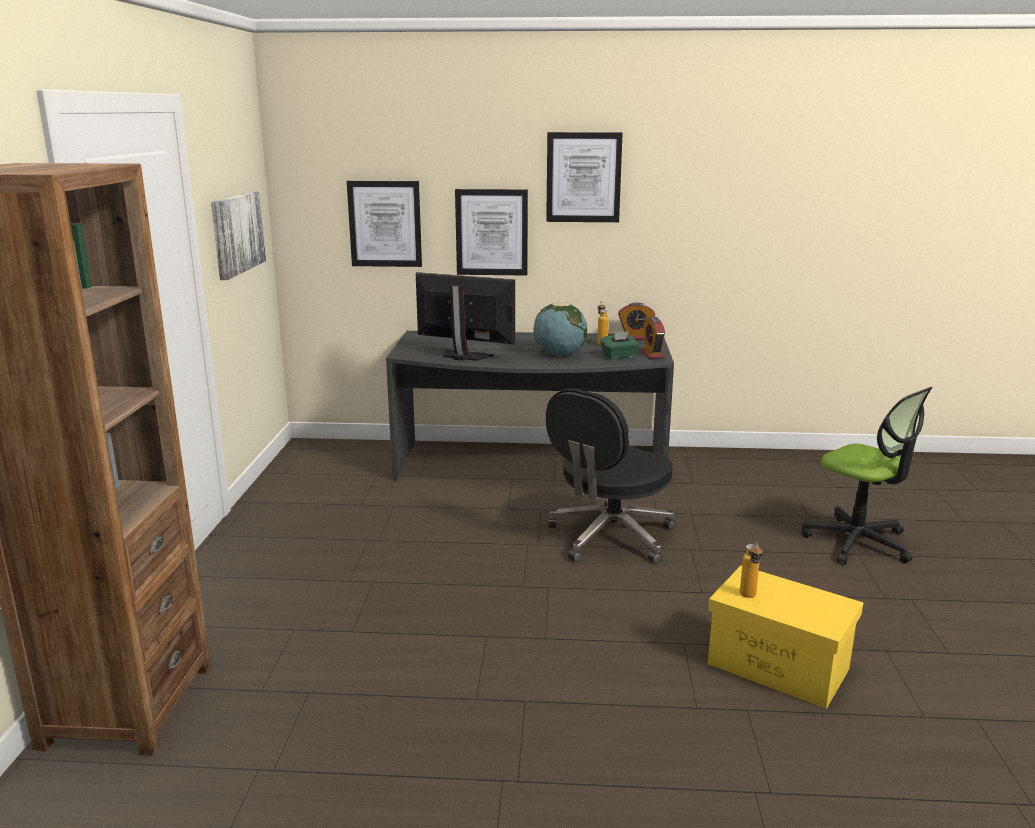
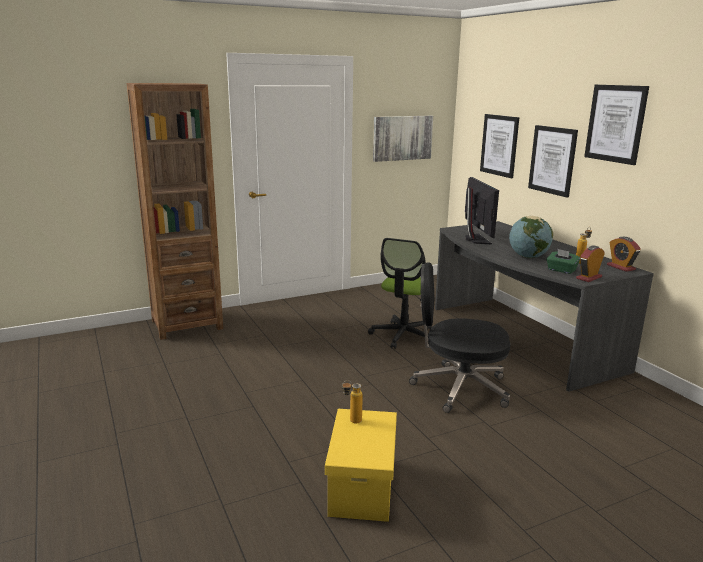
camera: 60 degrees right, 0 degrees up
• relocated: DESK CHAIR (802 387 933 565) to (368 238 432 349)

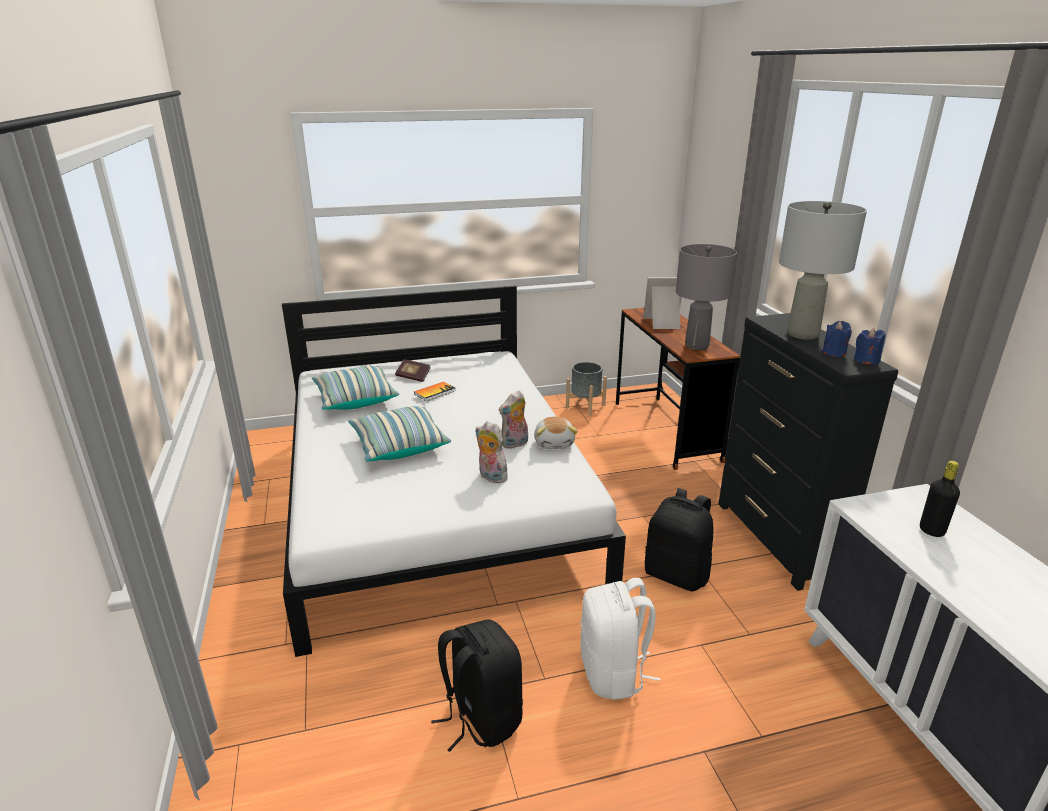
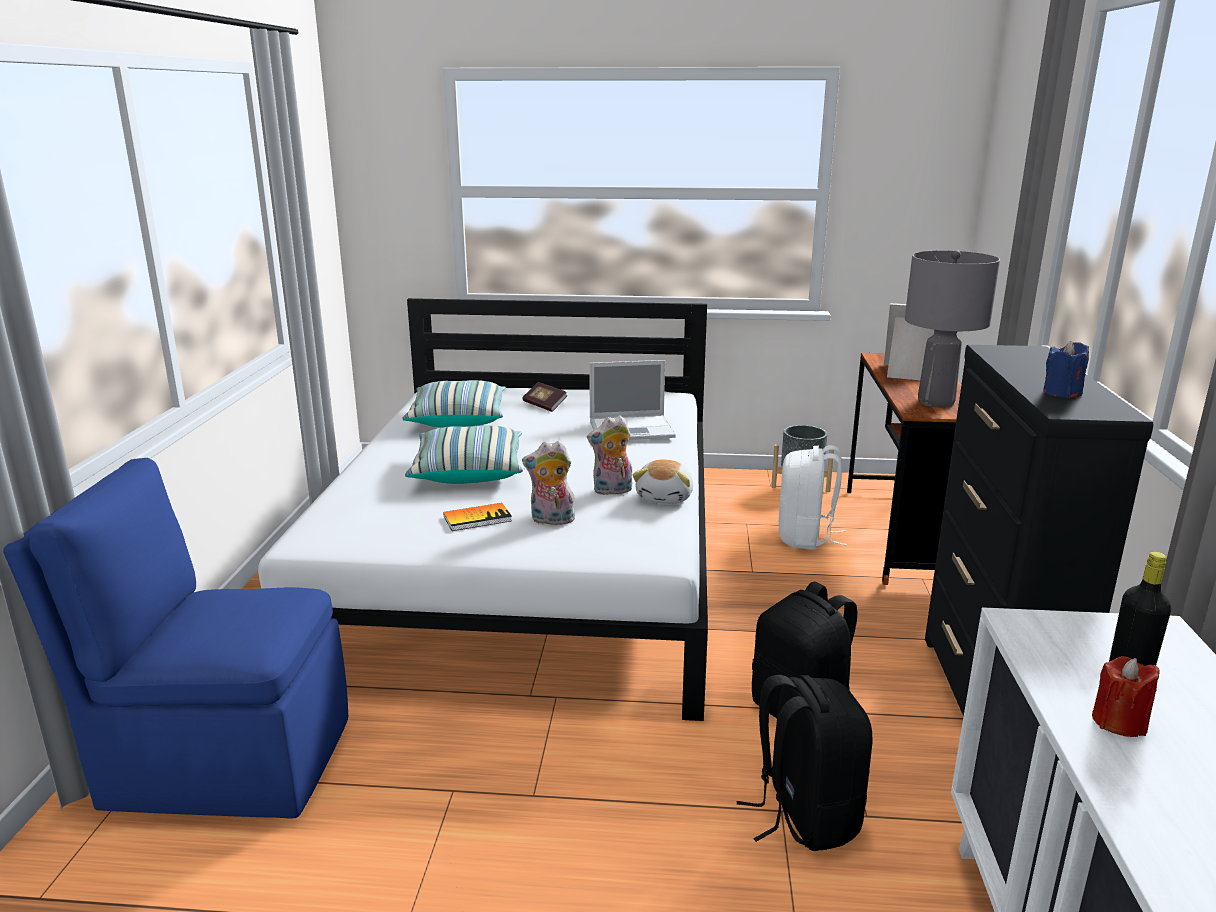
camera: 20 degrees right, 5 degrees down
• relocated: BOUND BOOK (414 382 456 401) to (443 503 512 531)
• relocated: BLACK-COLOURED RUCKSACK (431 620 523 752) to (737 675 872 851)
• spun: CUDDLY TOY (476 421 508 483) = (522 441 577 525) 60 degrees counterclockwise
• relocated: WHITISH RUCKSACK (580 578 660 700) to (779 445 847 550)
• missing: GREY LAMP FOR A TABLE (779 201 867 340)
• missing: BLUE-COLOURED CANDLE (854 328 886 364)
• appeared: BLUE-COLOURED UPRIGHT CHAIR (3 458 348 819)
• appeared: NOTEBOOK COMPUTER (589 360 676 440)
• appeared: REDDISH CANDLE (1092 656 1160 737)

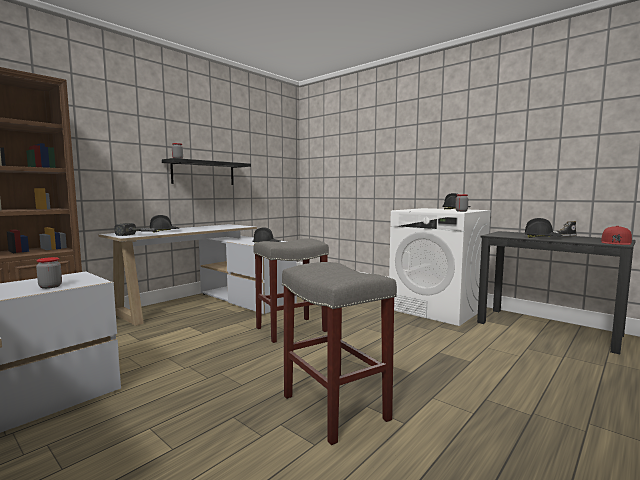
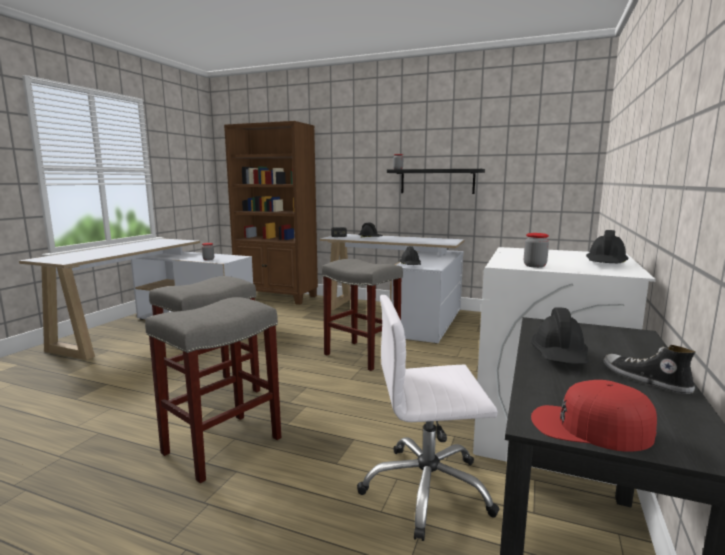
camera: 70 degrees right, 5 degrees up
• appeared: GREY STOOL SEAT (145 297 281 483)
• appeared: WHITISH DESK CHAIR (357 295 500 541)

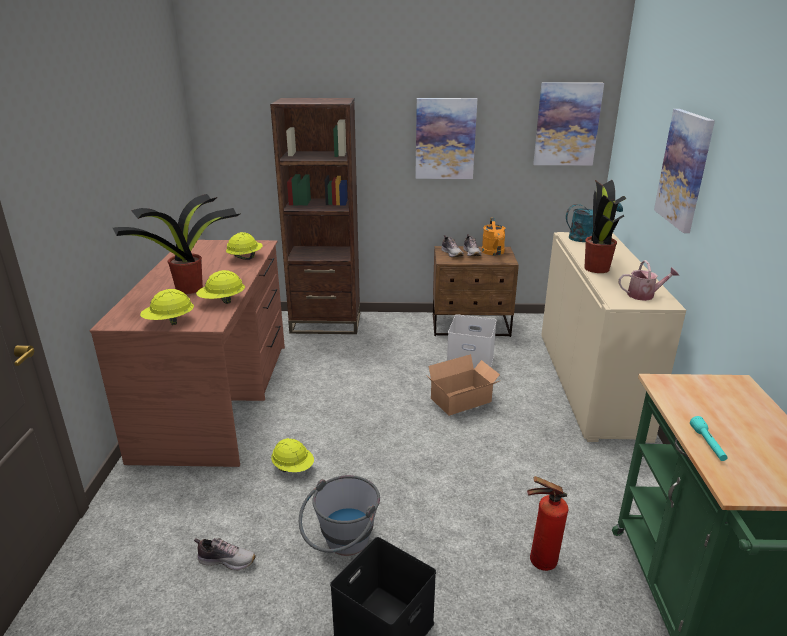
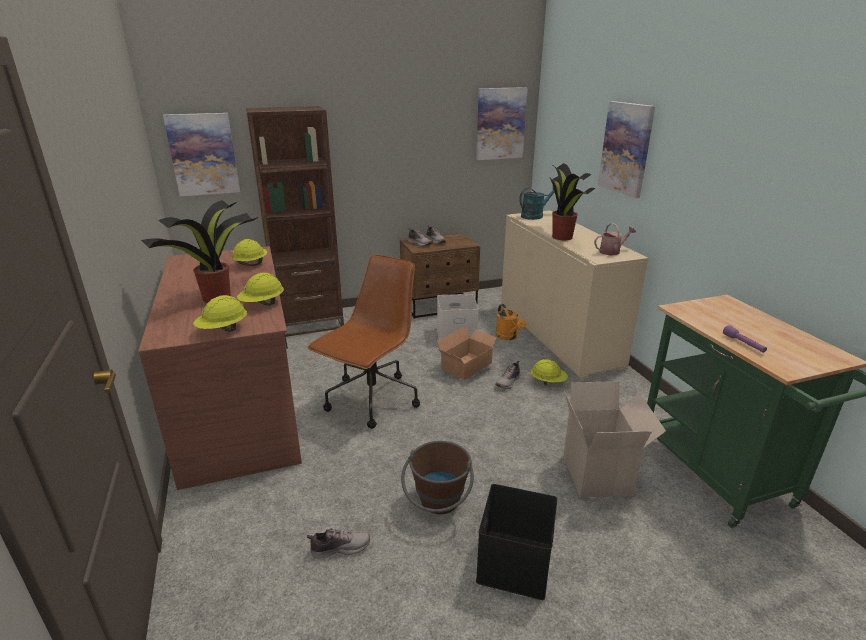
camera: 20 degrees left, 0 degrees up
• relocated: YELLOW-COLOURED SAFETY HELMET (271 438 314 472) to (531 359 568 386)
• colour: GREY BUCKET (299 475 380 556) to BROWNISH BUCKET (401 441 474 514)
• relocated: WALL PICTURE (415 98 477 179) to (163 113 240 196)
• relocated: ORANGE WATERING POT (482 218 506 255) to (496 304 526 340)
• exchanged: EXTINGUISHER (527 476 568 571) to PACKING BOX (564 381 666 498)
• colour: TURQUOISE-COLOURED HAND TORCH (690 416 728 461) to PURPLE-COLOURED HAND TORCH (723 325 767 353)
• appeared: BROWNISH DESK CHAIR (307 254 420 429)
• appeared: ITEM OF FOOTWEAR (495 360 520 389)

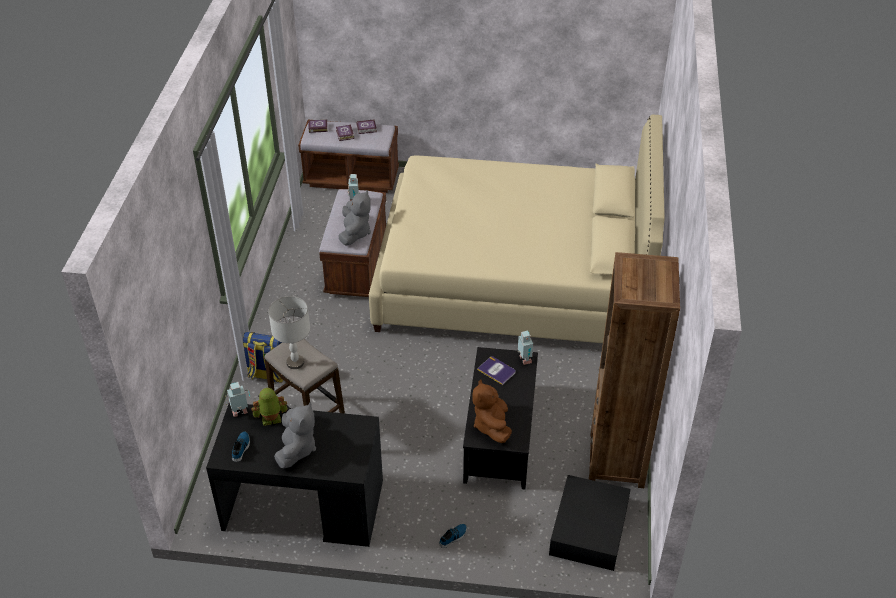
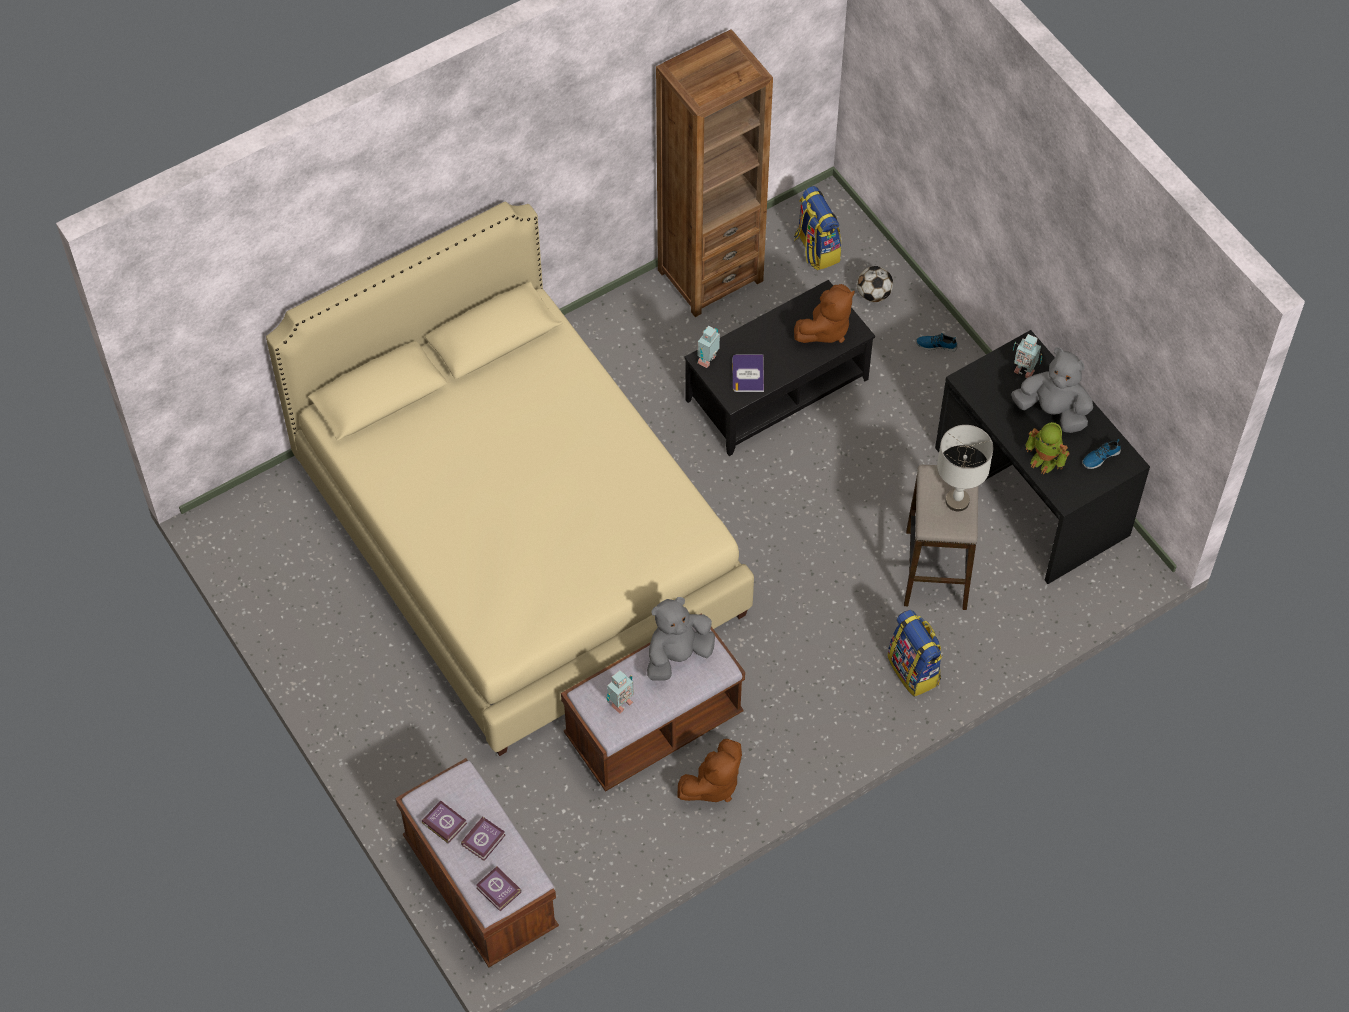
camera: 130 degrees left, 15 degrees up
• relocated: MODEL ROBOT (225 382 250 417) to (1013 334 1042 378)
• spun: GREY CUDDLY TOY (274 402 316 468) = (1011 348 1093 433) 60 degrees clockwise
• exchanged: BLACK-COLOURED STORAGE BOX (549 475 631 571) to RUCKSACK (794 186 841 270)
• appeared: BROWNISH CUDDLY TOY (677 739 742 802)
• appeared: FOOTBALL (857 266 893 302)

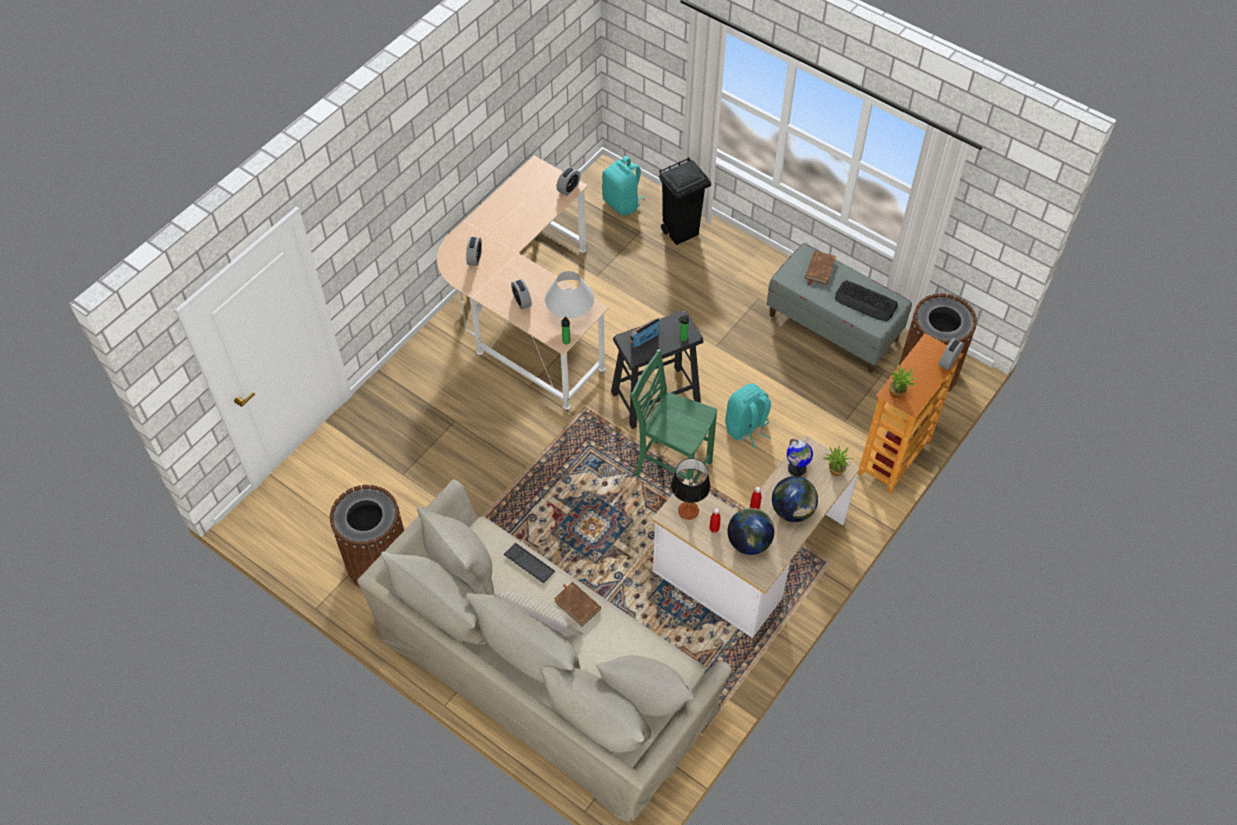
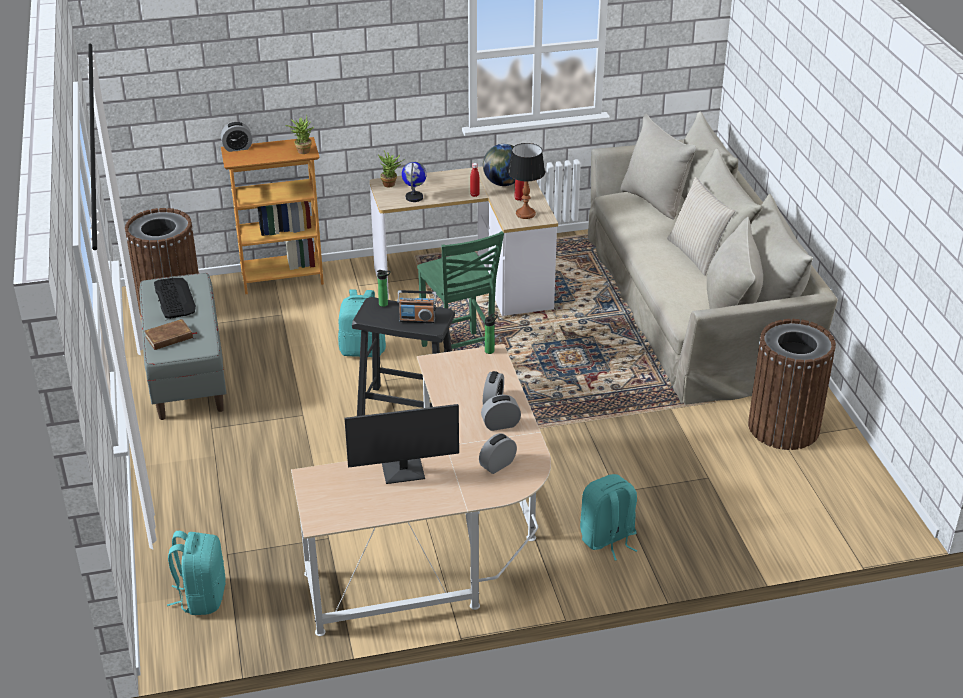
camera: 140 degrees left, 20 degrees down
• missing: PC KEYBOARD (504 543 555 583)
• missing: WHITISH LAMP FOR A TABLE (545 271 594 319)
• missing: BROWNISH BOUND BOOK (554 582 601 627)
• relocated: ALARM CLOCK (556 167 580 196) to (481 395 521 431)
• missing: BLACK-COLOURED TRASH CAN (659 157 711 245)
• missing: WORLD GLOBE (772 476 818 522)
• appeared: COMPUTER DISPLAY (344 404 459 484)
• appeared: TURQUOISE-COLOURED RUCKSACK (580 474 638 561)

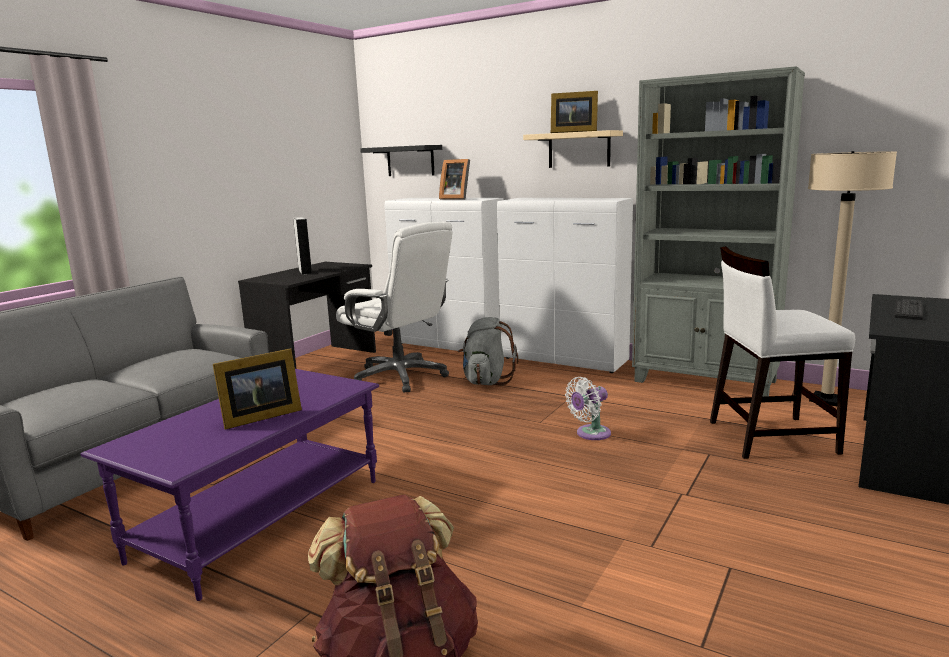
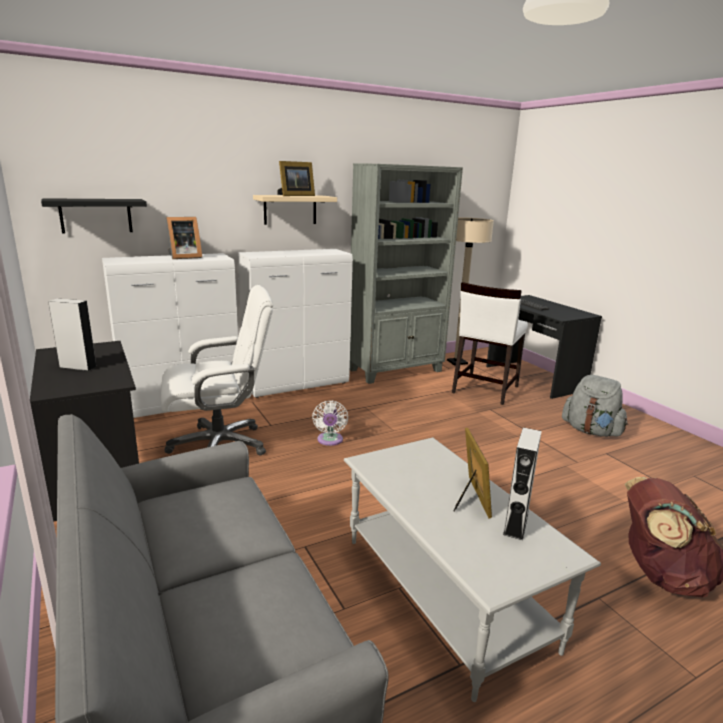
camera: 60 degrees left, 5 degrees up
• colour: PURPLE-COLOURED LOUNGE TABLE (80 369 379 601) to GREY LOUNGE TABLE (344 437 601 702)
• relocated: GREY RUCKSACK (458 317 518 385) to (562 375 628 437)
• relocated: WHITISH ELECTRIC FAN (565 377 611 440) to (312 400 348 446)
• appeared: GREY LOUDSPEAKER (503 427 542 540)

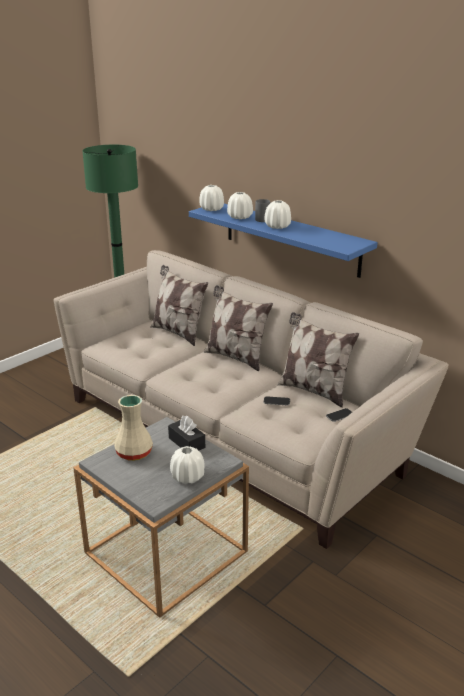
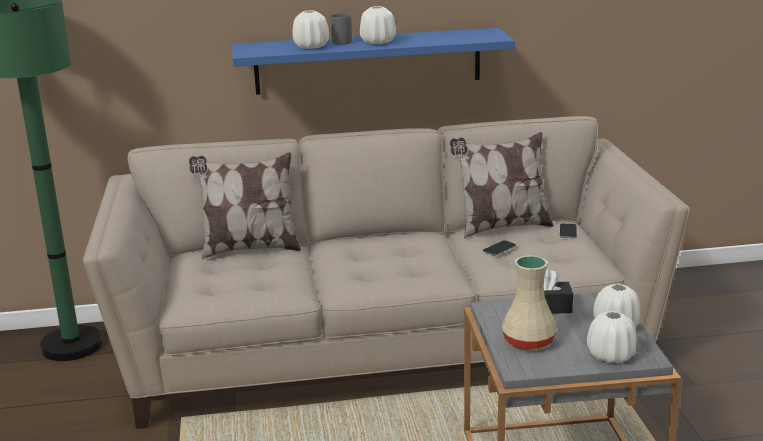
camera: 50 degrees left, 5 degrees down
• relocated: WHITISH DECORATIVE VASE (199 185 224 211) to (587 311 636 363)
• missing: CUSHION (204 285 273 371)

